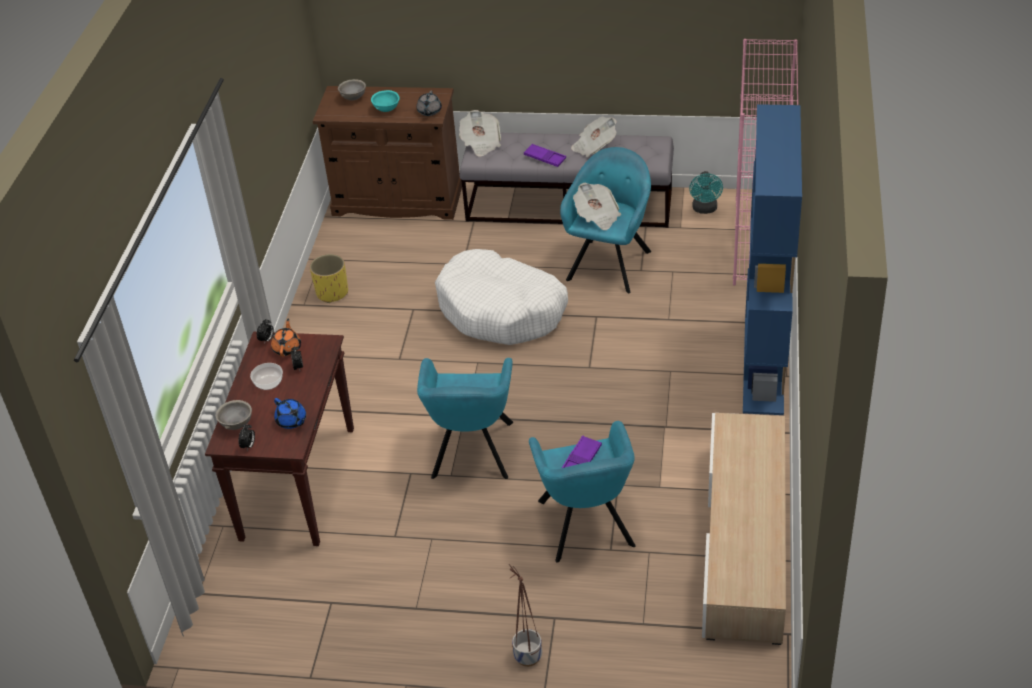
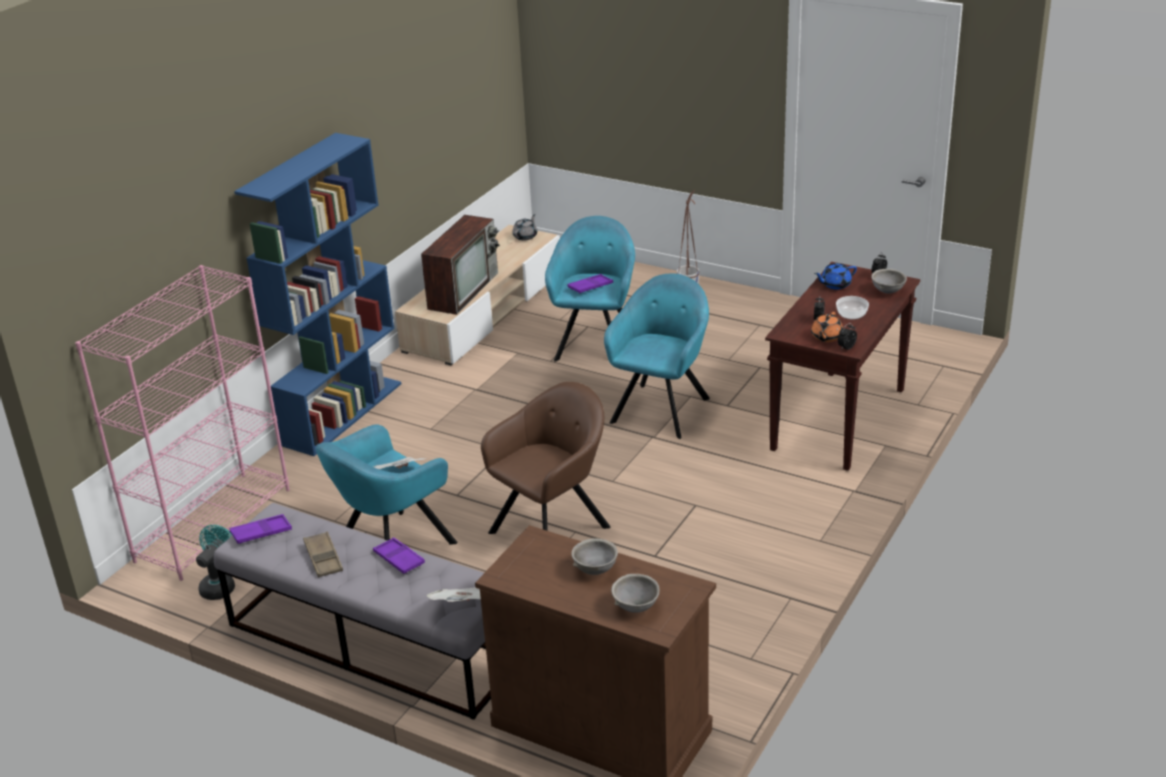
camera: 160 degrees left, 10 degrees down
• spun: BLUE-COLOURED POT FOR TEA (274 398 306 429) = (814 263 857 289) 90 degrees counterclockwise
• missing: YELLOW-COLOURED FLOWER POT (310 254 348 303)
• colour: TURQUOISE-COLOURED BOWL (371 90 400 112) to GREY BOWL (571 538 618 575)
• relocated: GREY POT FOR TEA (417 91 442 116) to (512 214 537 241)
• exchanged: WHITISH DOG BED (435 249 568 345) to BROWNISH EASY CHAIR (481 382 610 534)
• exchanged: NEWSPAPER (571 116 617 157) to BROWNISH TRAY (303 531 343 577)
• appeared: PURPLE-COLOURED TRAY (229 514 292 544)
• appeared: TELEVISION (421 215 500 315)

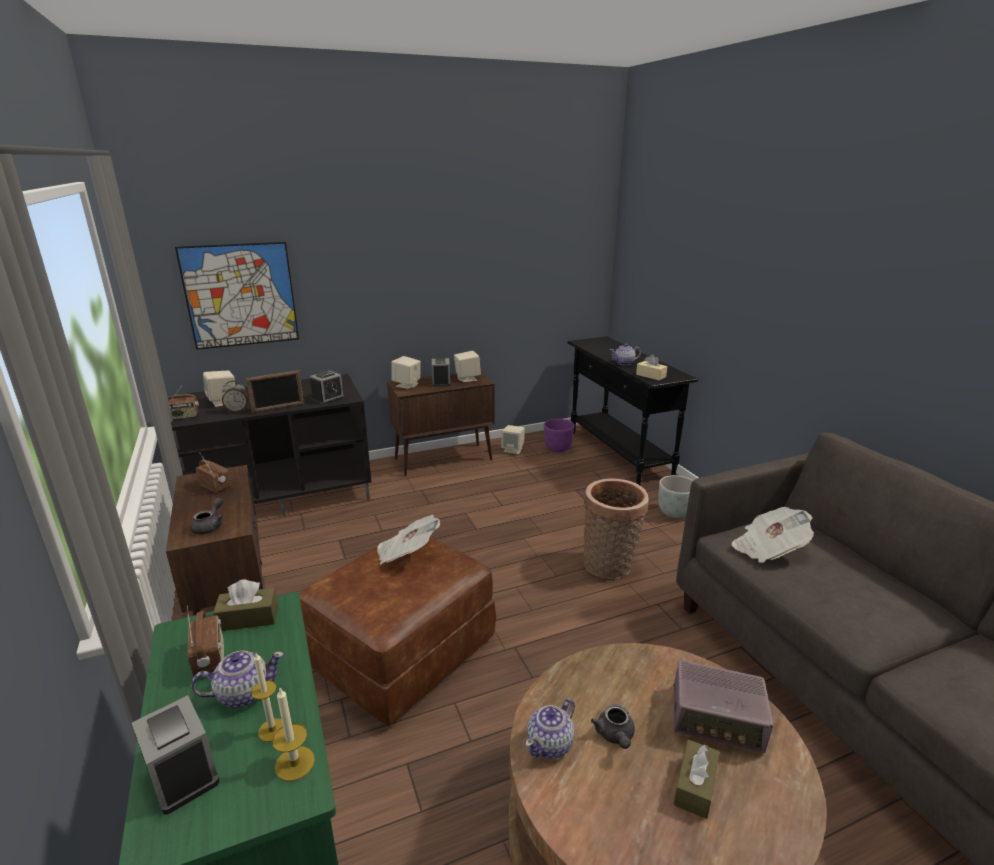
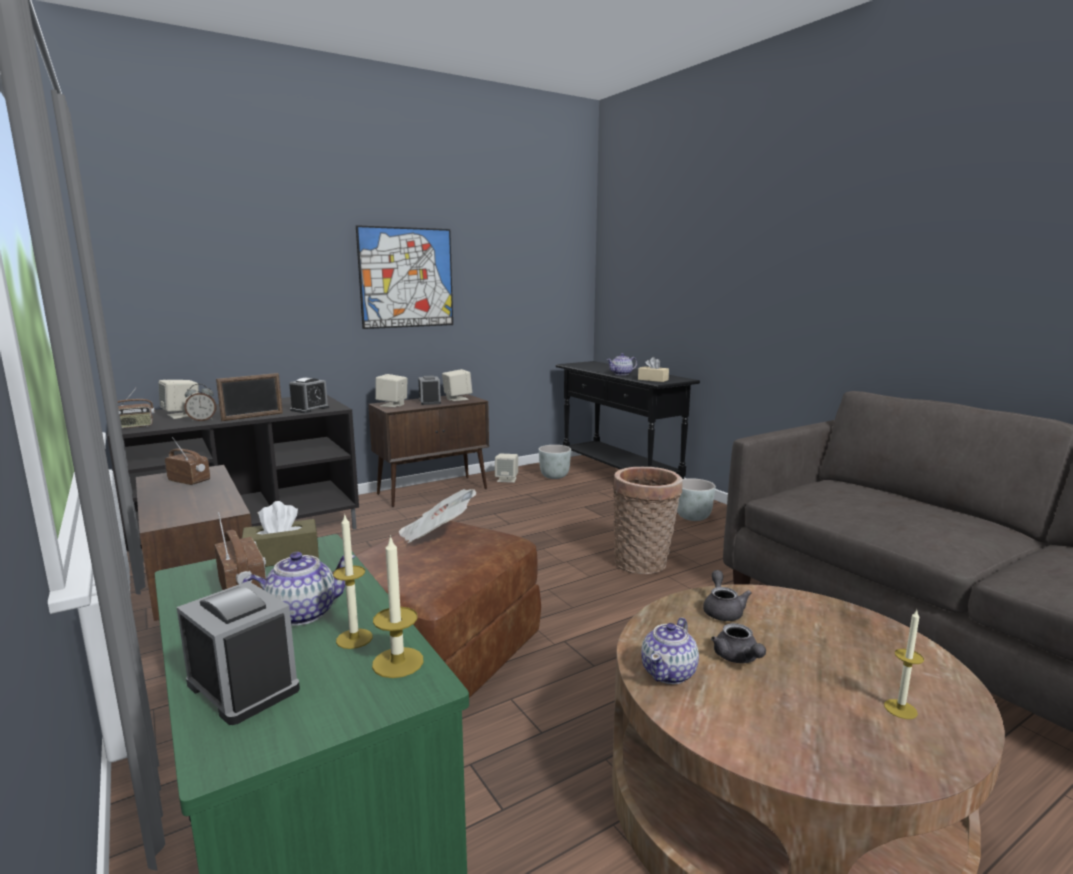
camera: 10 degrees left, 10 degrees down
• relocated: WALL PICTURE (175 242 299 350) to (356 225 453 329)
• relocated: GREY POT FOR TEA (190 498 224 534) to (703 570 752 621)
• colour: PURPLE-COLOURED FLOWER POT (544 419 574 453) to GREY FLOWER POT (539 445 571 479)
• missing: RADIO RECEIVER (673 660 774 753)
• missing: BROWNISH TISSUE BOX (673 739 720 819)
• missing: NEWSPAPER (732 507 814 563)
• appeared: CANDLE (884 610 924 719)

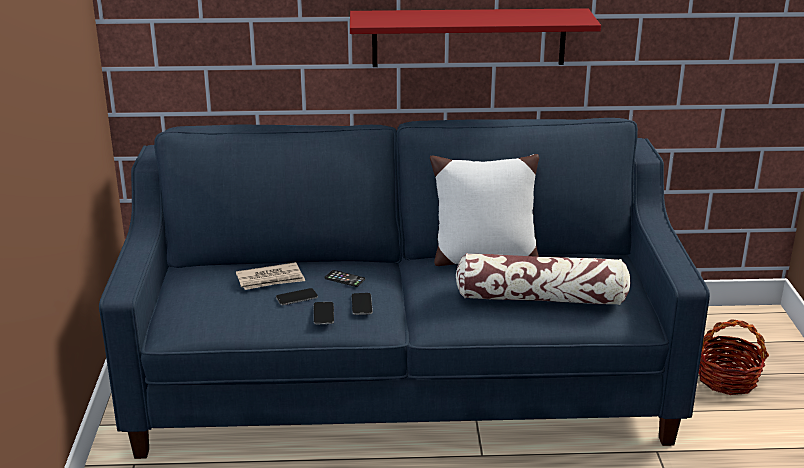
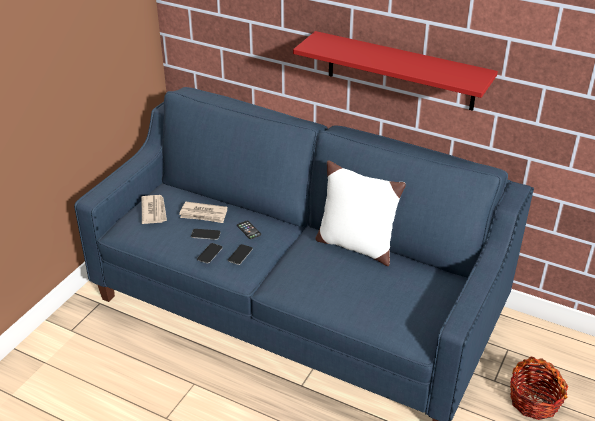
camera: 30 degrees right, 10 degrees up
• missing: CUSHION (456 253 630 305)
• appeared: NEWSPAPER (142 195 167 224)

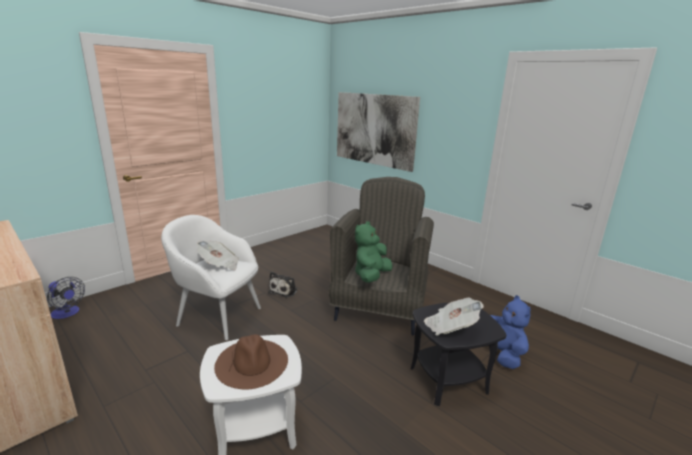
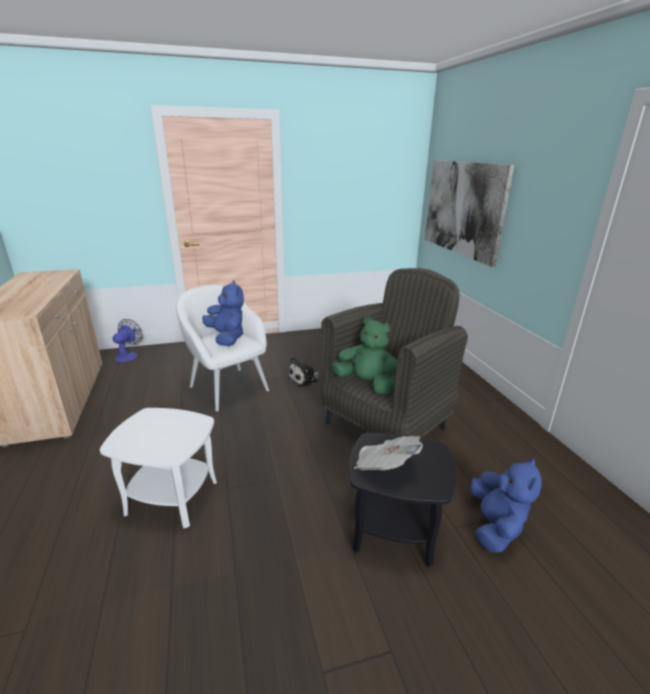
camera: 30 degrees right, 5 degrees up
• spun: ELECTRIC FAN (47 277 85 319) = (112 319 143 362) 135 degrees counterclockwise
• exchanged: NEWSPAPER (196 241 239 270) to BLUE-COLOURED CUDDLY TOY (202 280 244 346)
• missing: BROWNISH WEARABLE HAT (214 334 288 390)
• spun: GREEN CUDDLY TOY (355 221 392 283) = (331 317 397 394) 60 degrees clockwise

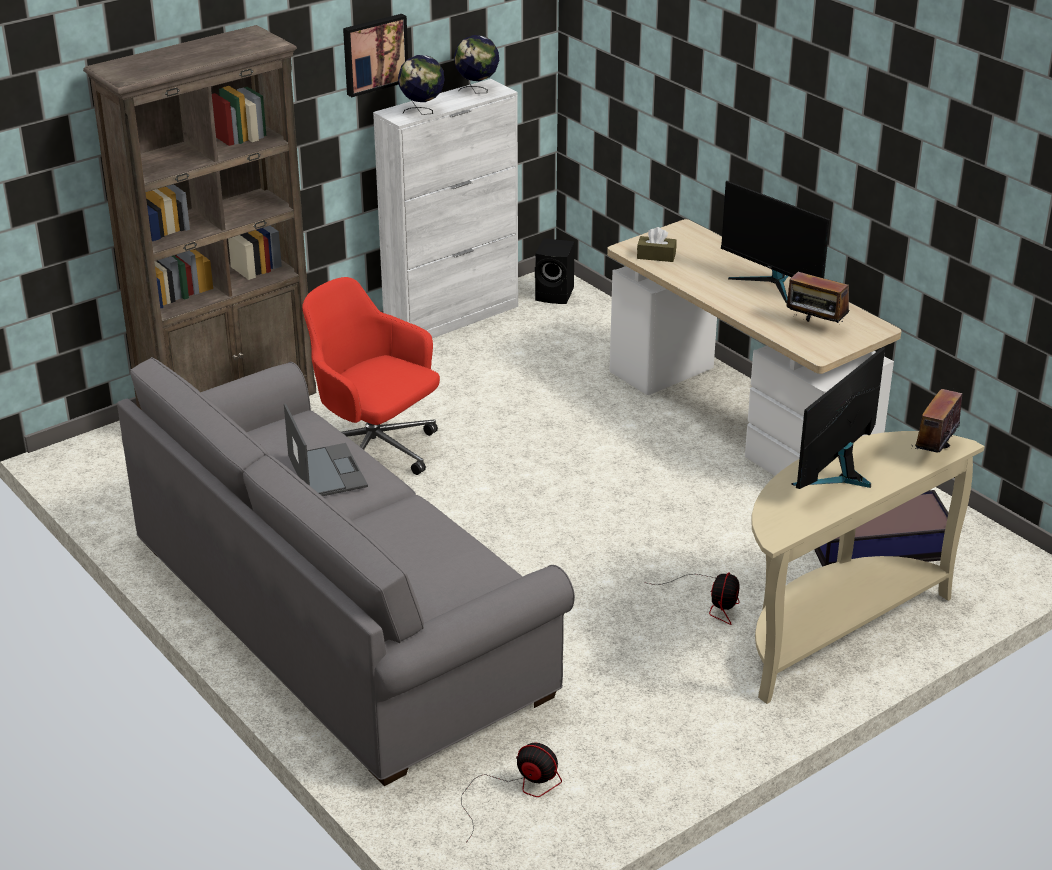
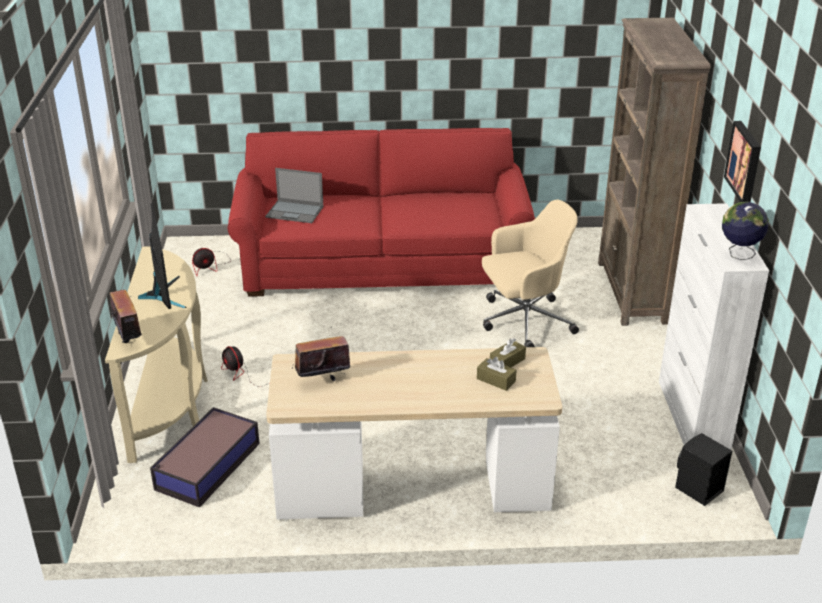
camera: 125 degrees right, 0 degrees up
• colour: GREY SETTEE (117 357 575 786) to REDDISH SETTEE (228 128 535 297)
• relocated: NOTEBOOK COMPUTER (284 403 368 496) to (265 168 324 223)
• colour: REDDISH DESK CHAIR (302 277 440 475) to BEIGE-COLOURED DESK CHAIR (482 199 579 347)
• missing: WORLD GLOBE (398 55 445 115)
• missing: COMPUTER DISPLAY (721 181 830 304)
• appeared: BROWNISH TISSUE BOX (477 357 517 391)

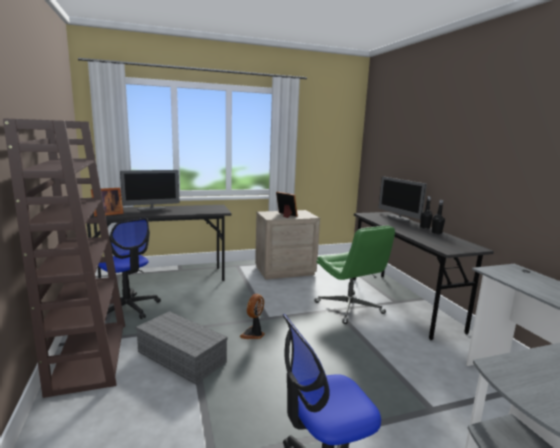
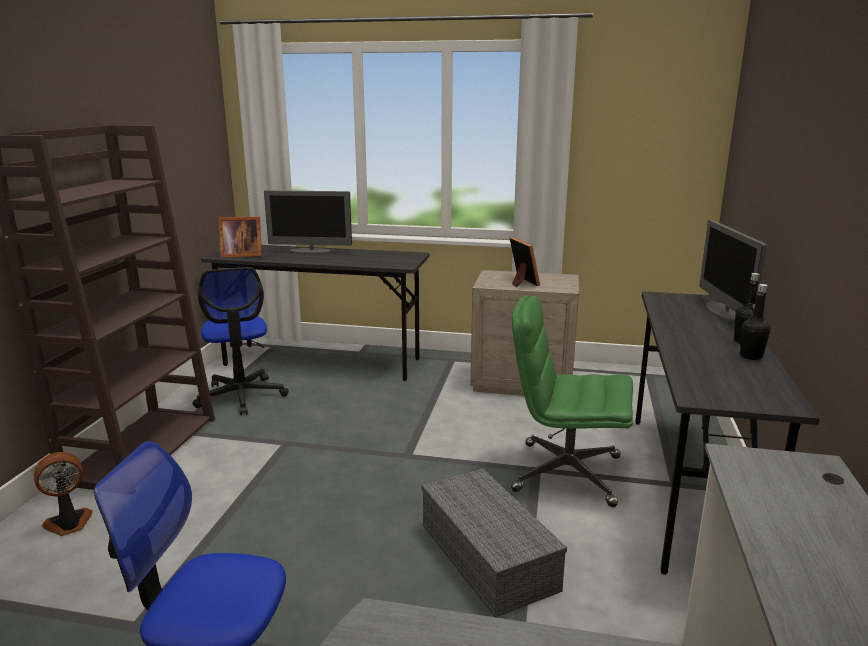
camera: 30 degrees right, 5 degrees up
• relocated: GREY STORAGE BOX (136 311 228 384) to (421 469 567 617)
• relocated: ELECTRIC FAN (240 294 265 339) to (34 452 93 536)
• spun: GREEN DESK CHAIR (314 226 395 324) = (511 296 633 507) 105 degrees clockwise

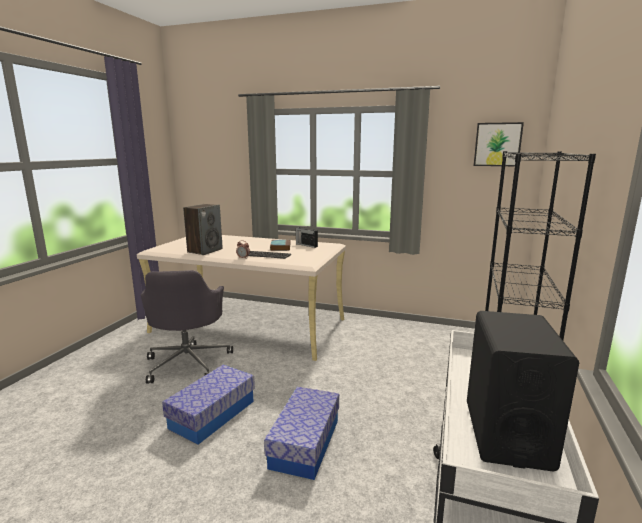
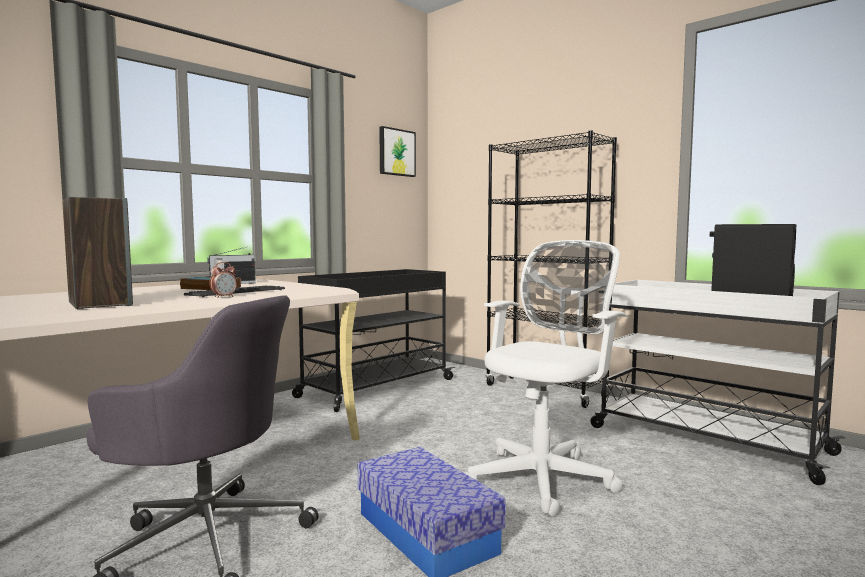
camera: 65 degrees left, 10 degrees down
• exchanged: STORAGE BOX (264 387 339 480) to WHITISH DESK CHAIR (465 240 628 517)
• appeared: BLACK-COLOURED WHEELED CART (292 269 455 412)

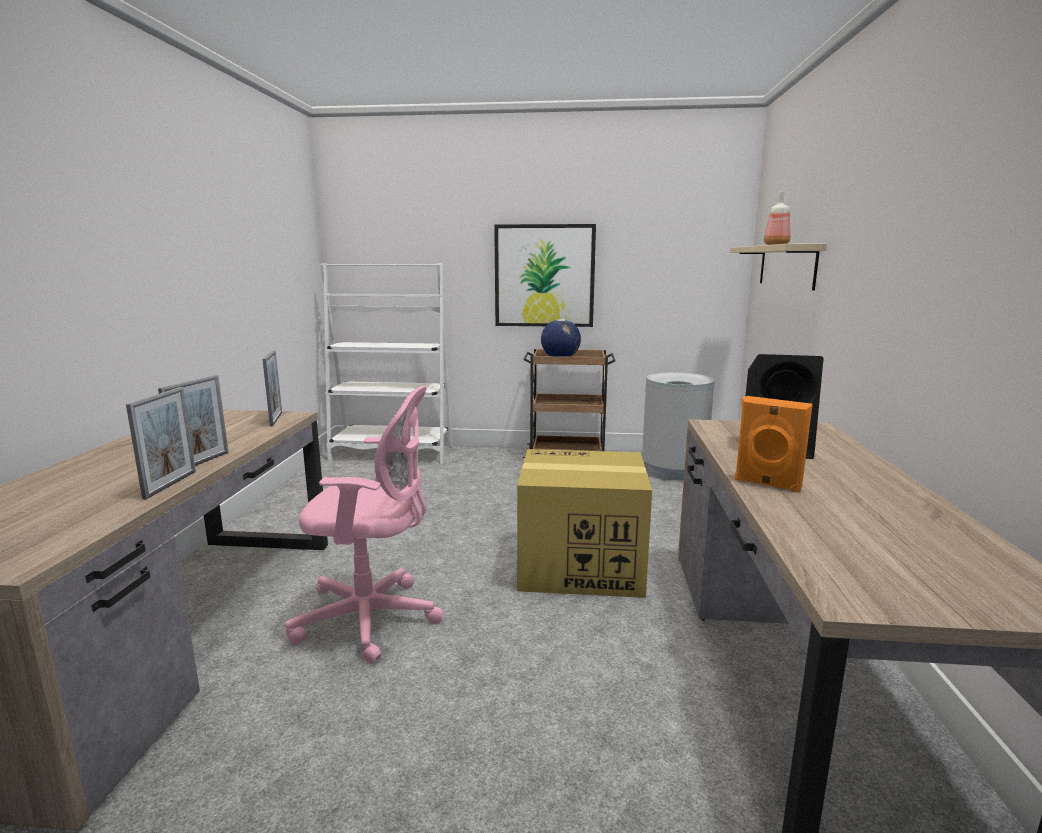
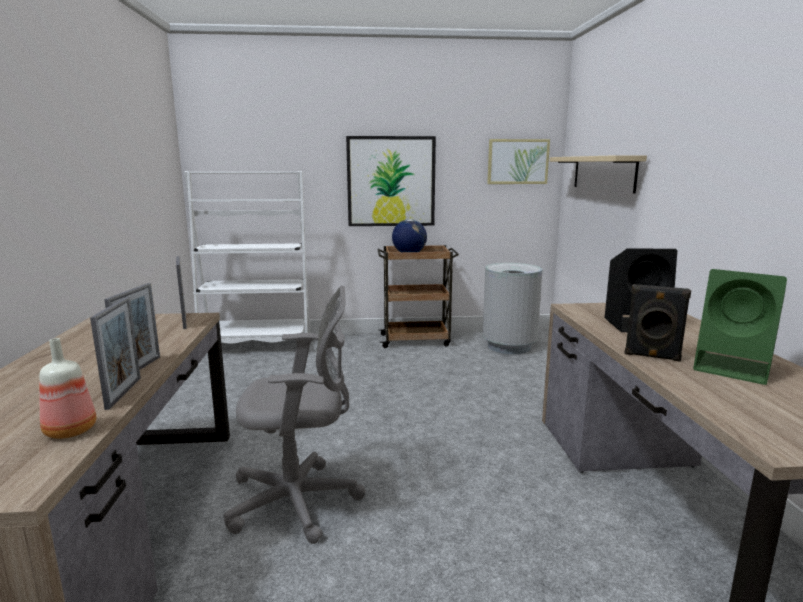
camera: 10 degrees left, 0 degrees up
• colour: PINK DESK CHAIR (285 386 444 664) to GREY DESK CHAIR (224 286 365 544)
• missing: PACKING BOX (517 449 652 598)
• colour: ORANGE LOUDSPEAKER (734 396 813 493) to BLACK-COLOURED LOUDSPEAKER (624 284 691 362)
• relocated: BOTTLE (764 191 790 245) to (39 338 97 439)
• appeared: WALL PICTURE (487 139 550 184)
• appeared: GREEN LOUDSPEAKER (693 269 787 385)

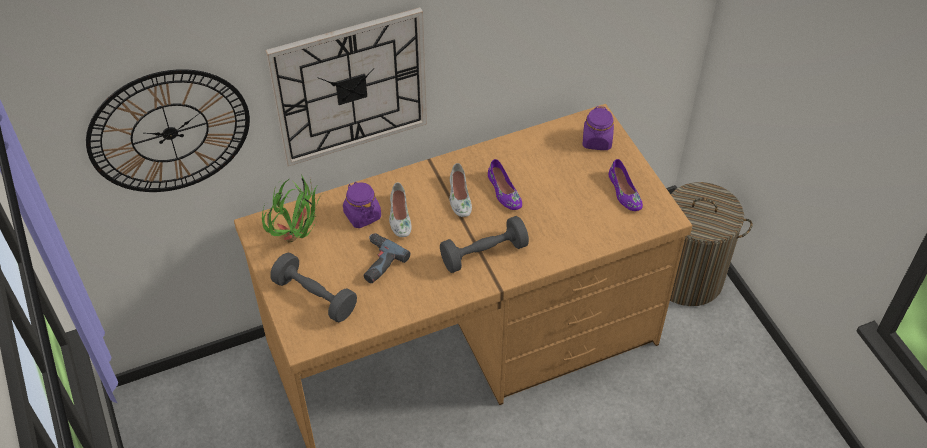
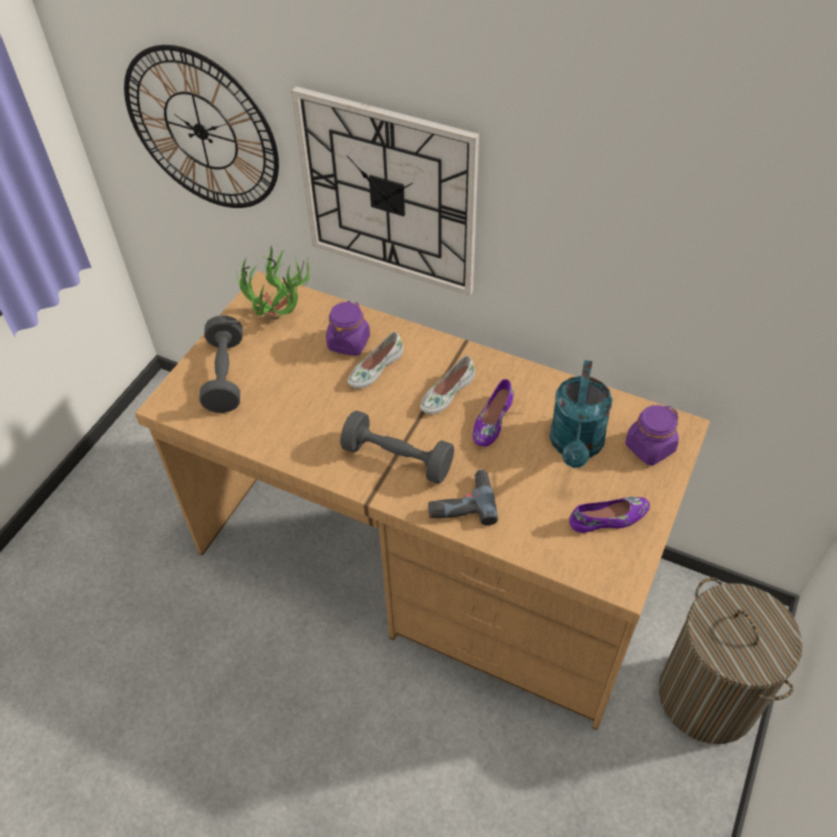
camera: 50 degrees right, 0 degrees up
• relocated: DRILL (364 233 410 283) to (428 469 498 525)
• spun: PURPLE-COLOURED ITEM OF FOOTWEAR (609 159 643 211) = (569 497 650 533) 135 degrees counterclockwise
• appeared: TURQUOISE-COLOURED WATERING POT (550 360 612 468)

